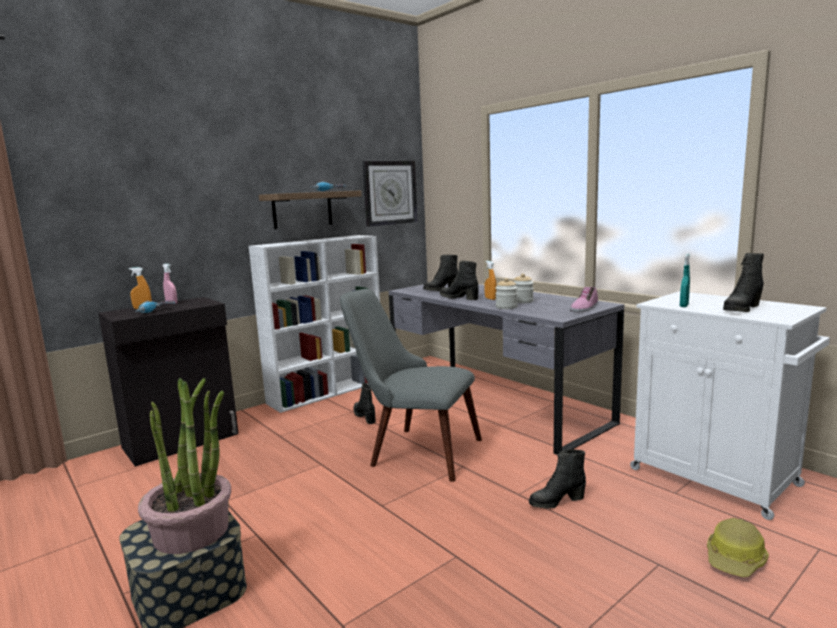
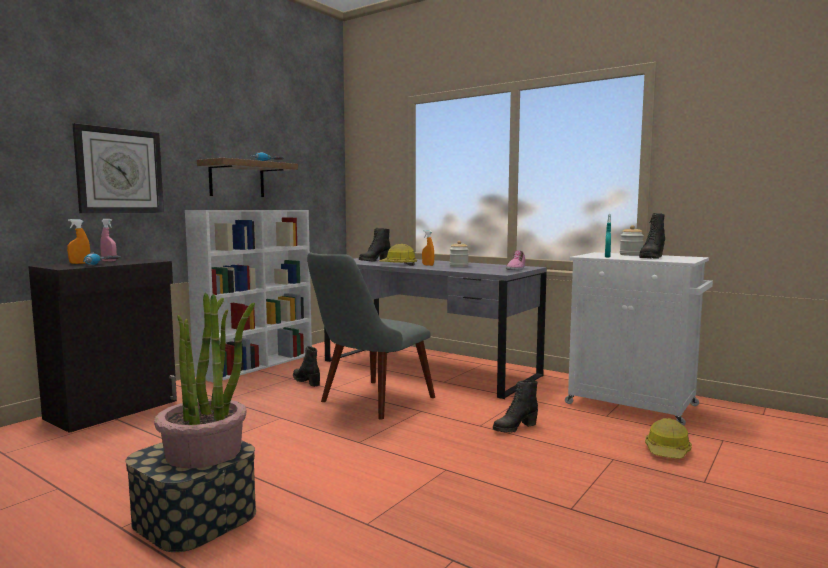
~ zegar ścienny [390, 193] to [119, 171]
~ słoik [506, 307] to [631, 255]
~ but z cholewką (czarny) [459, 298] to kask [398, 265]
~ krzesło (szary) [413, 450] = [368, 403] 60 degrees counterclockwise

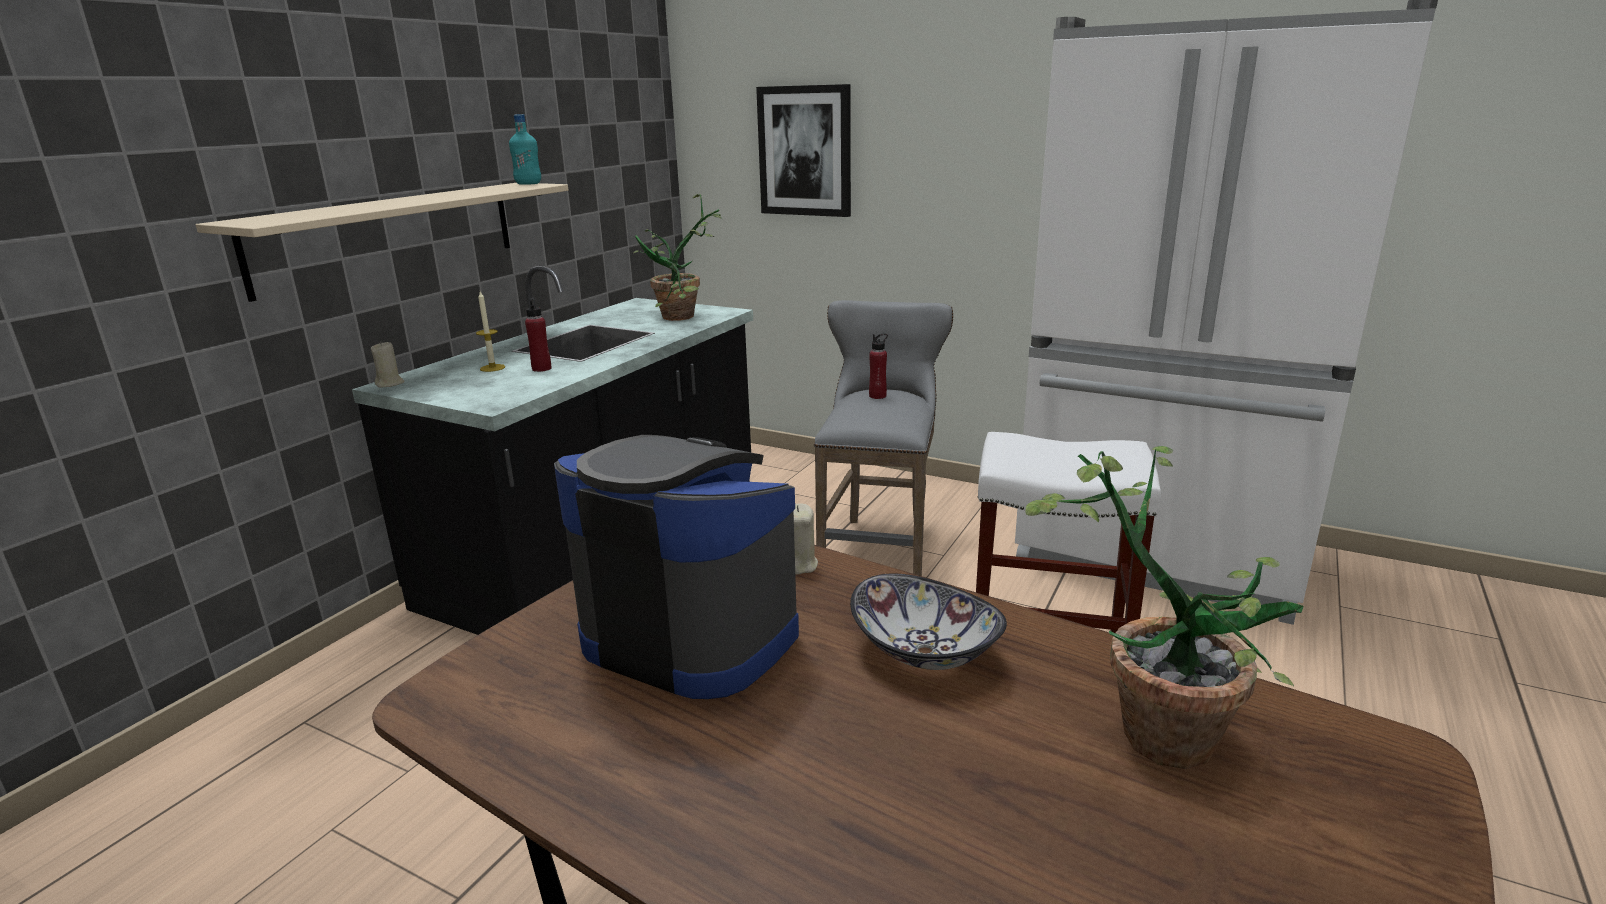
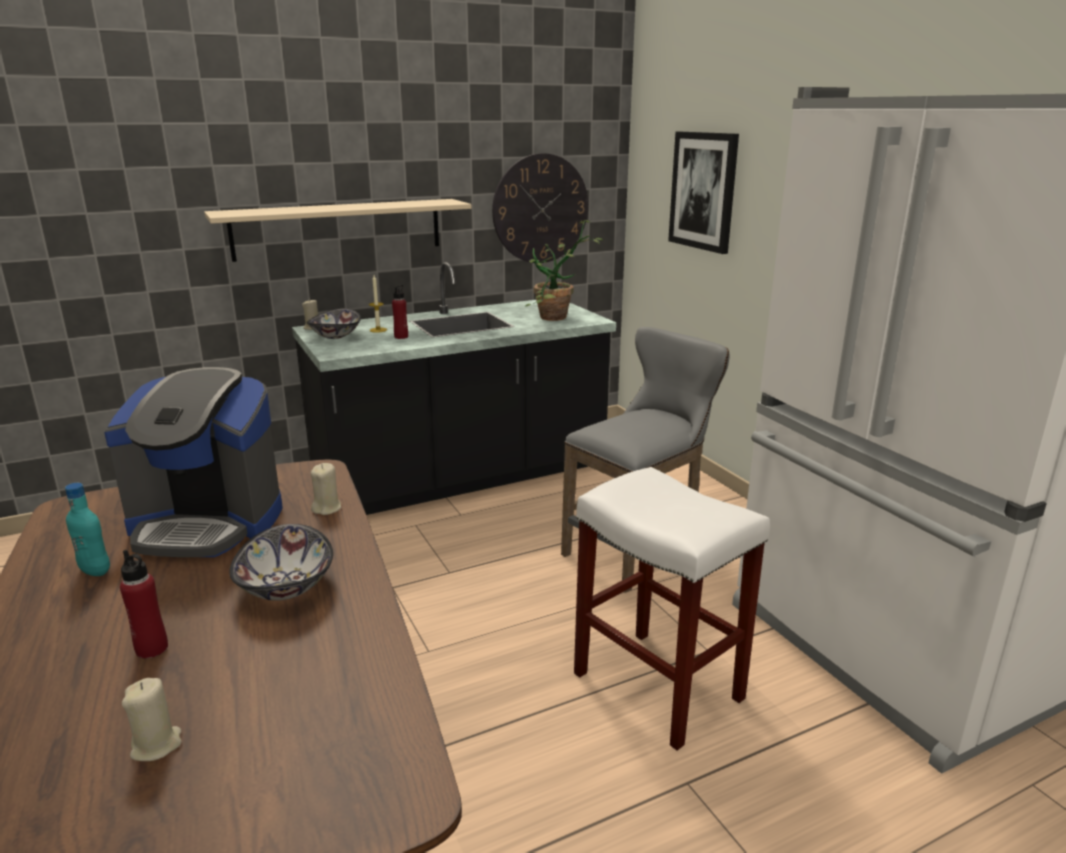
- roślina doniczkowa [1152, 723]
+ świeca (beżowy) [157, 745]
+ miska [336, 336]
+ zegar ścienny [540, 209]
~ butelka (turkusowy) [528, 184] to [95, 571]
~ butelka (czerwony) [877, 396] to [152, 648]
~ ekspres do kawy [692, 634] = [208, 524] 120 degrees clockwise

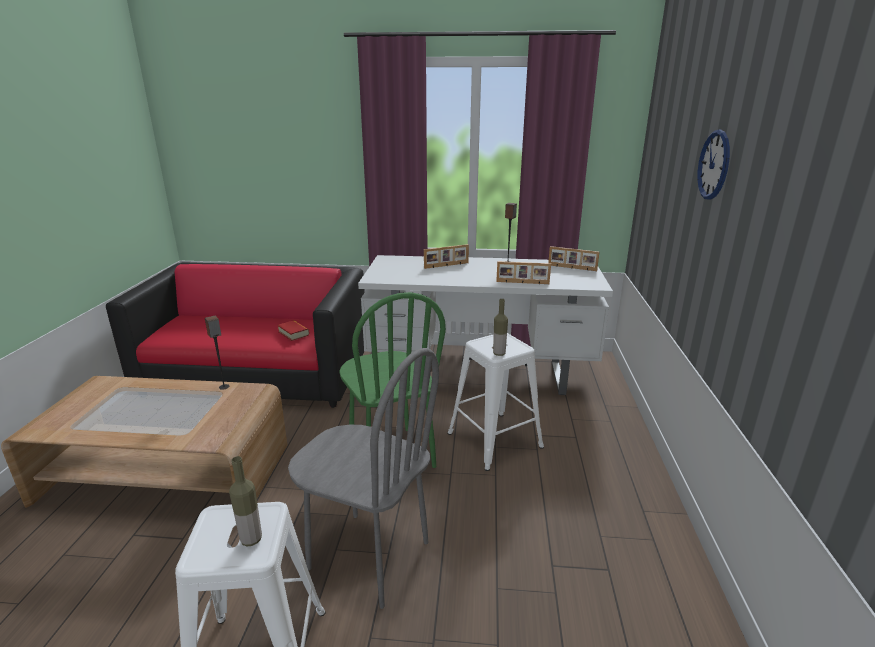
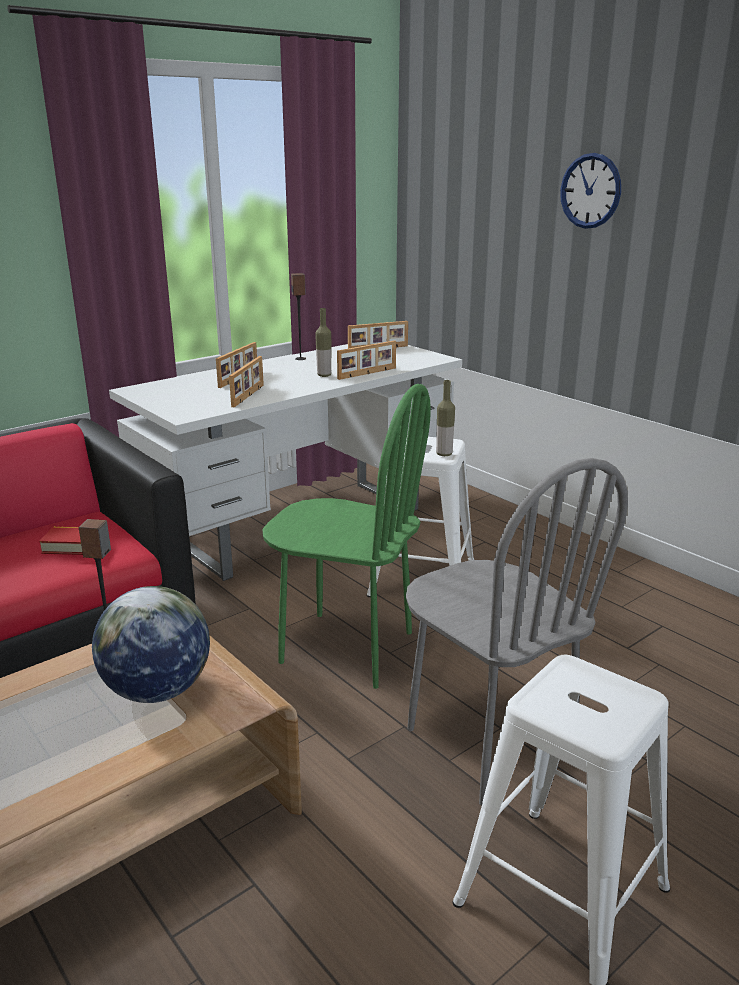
+ globus [157, 690]
+ ramka na zdjęcie [249, 396]
~ butelka [251, 539] to [324, 375]
~ krzesło (szary) [368, 556] = [488, 743] 75 degrees clockwise

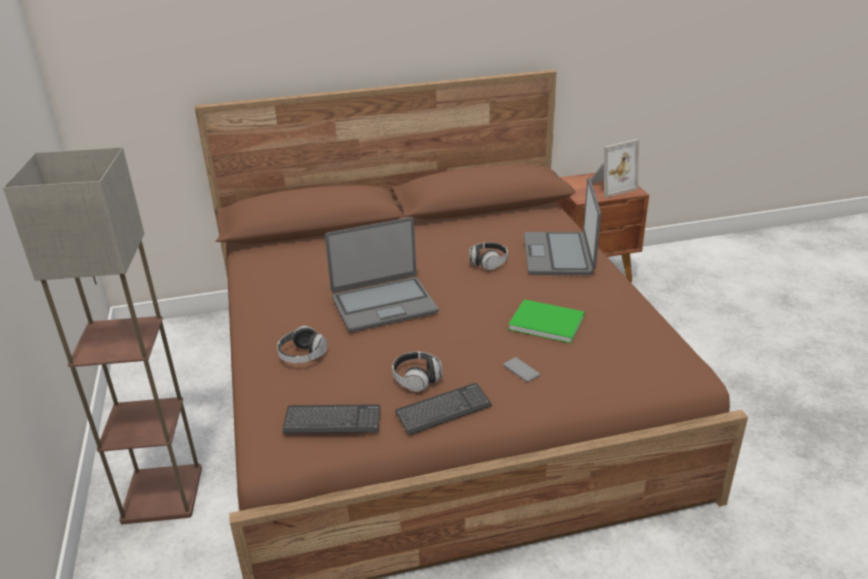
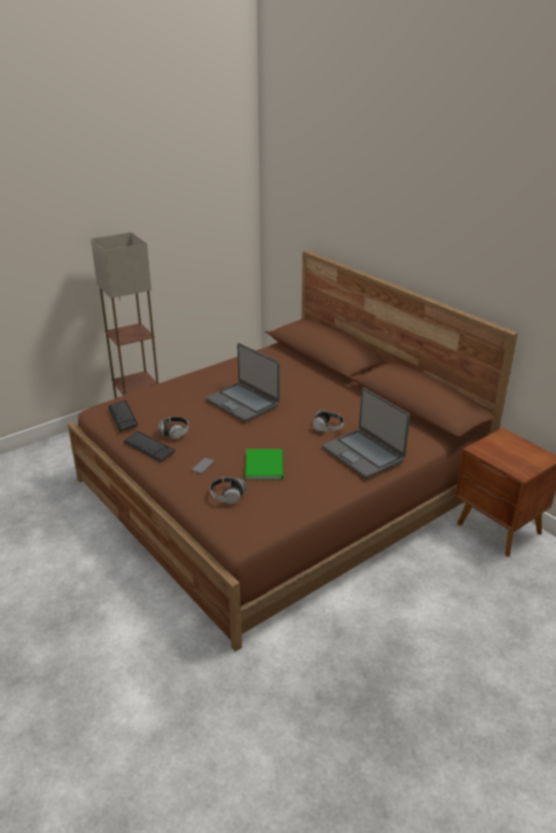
- ramka na zdjęcie [610, 186]
~ słuchawki [302, 356] to [227, 496]
~ laptop [559, 255] = [363, 454] 105 degrees counterclockwise

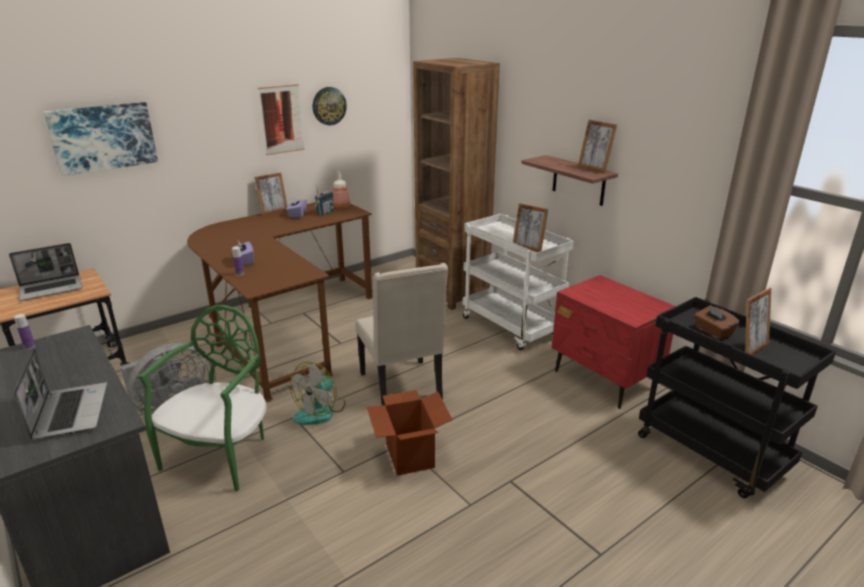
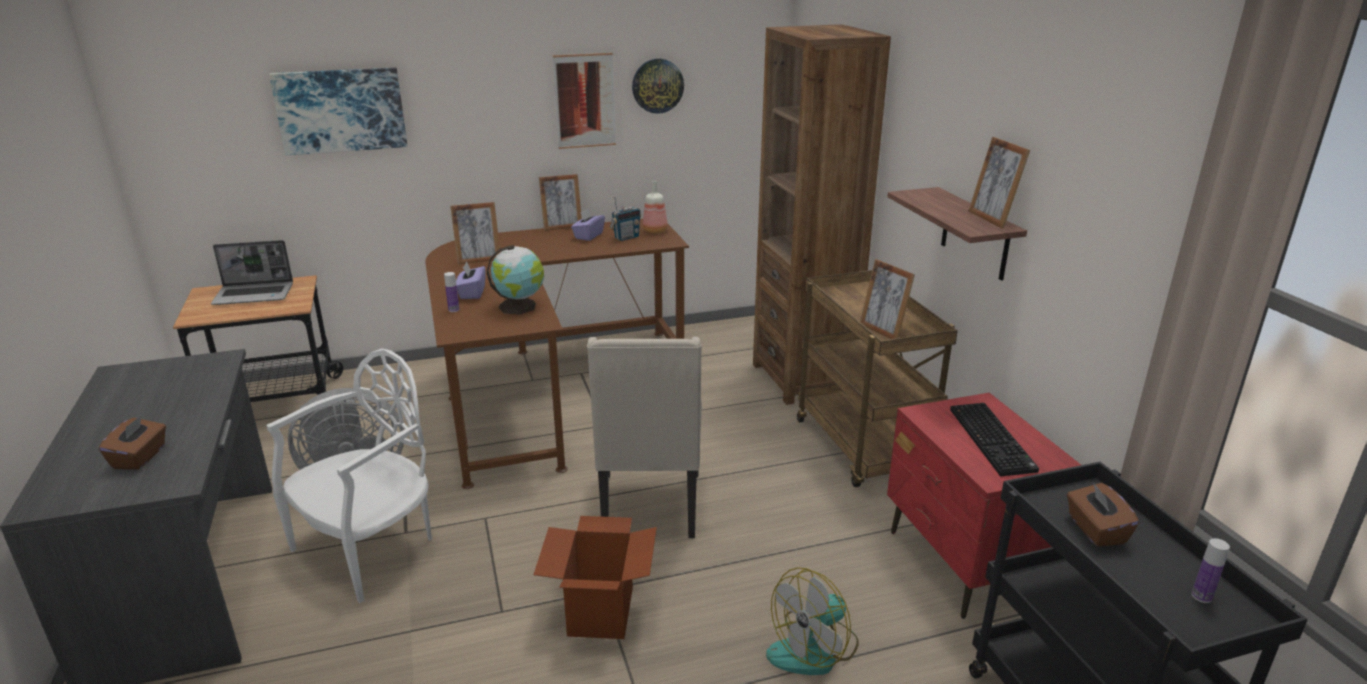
+ globus [520, 306]
+ klawiatura [994, 440]
~ butelka [29, 347] to [1201, 596]
~ wentylator [320, 411] to [814, 650]
~ ramka na zdjęcie [751, 348] to [479, 260]
~ laptop [70, 412] to pudełko chusteczek (brązowy) [140, 457]
~ krzesło (zielony) [221, 454] to krzesło (biały) [371, 548]
~ wózek (biały) [512, 327] to wózek (brązowy) [863, 448]

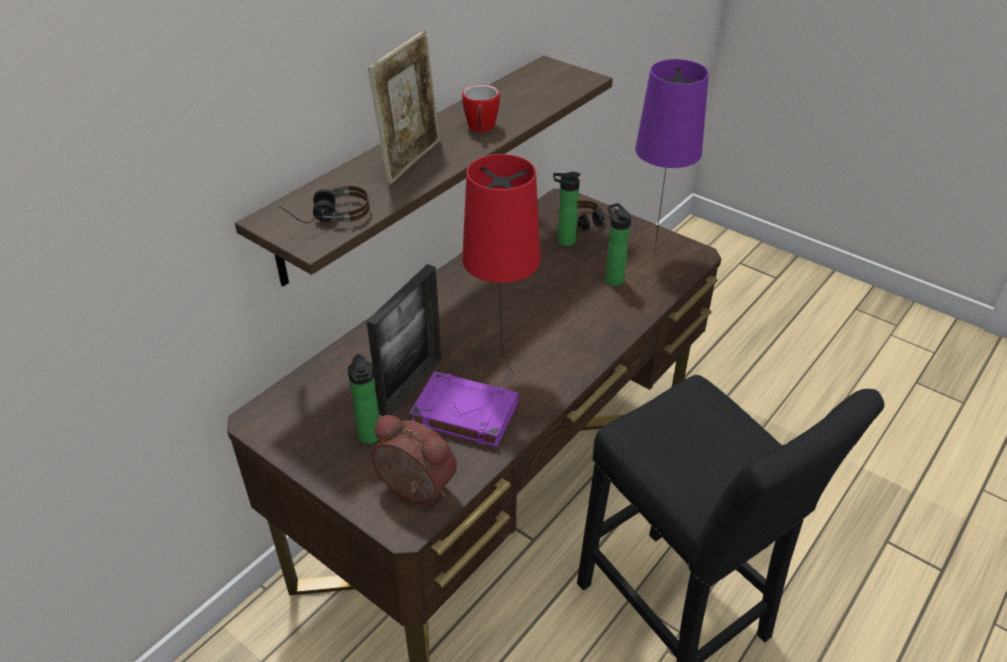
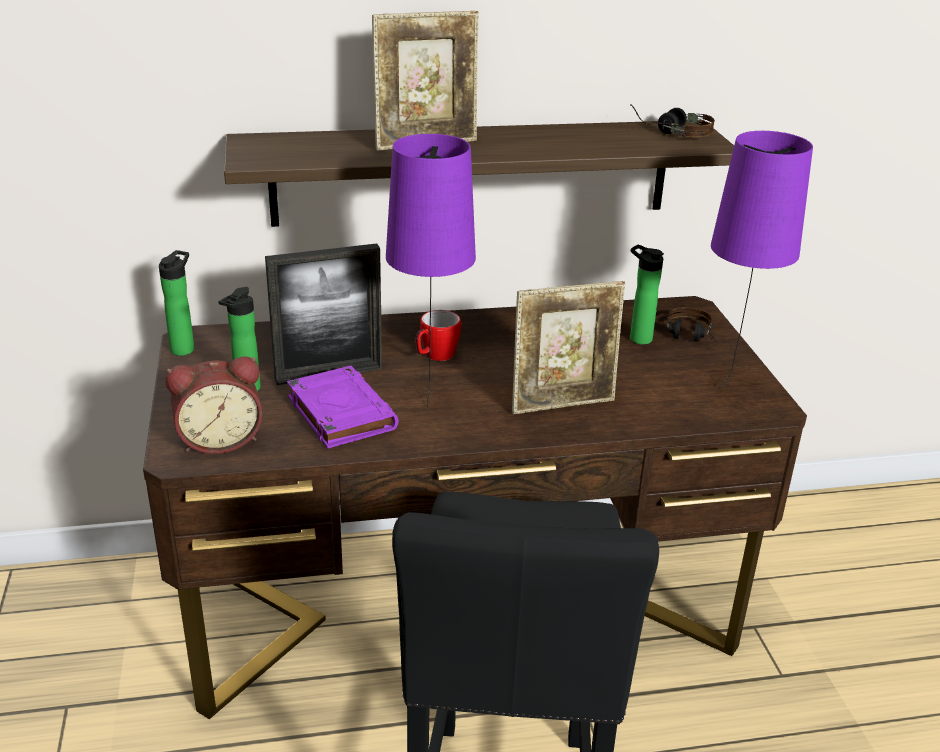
+ ramka na zdjęcie [563, 404]
~ słuchawki [327, 216] to [671, 132]
~ kubek [481, 129] to [435, 356]
~ butelka [612, 278] to [184, 348]
~ lampa stołowa (czerwony) [500, 362] to lampa stołowa (fioletowy) [428, 395]
~ budzik [413, 491] = [219, 439] 90 degrees clockwise

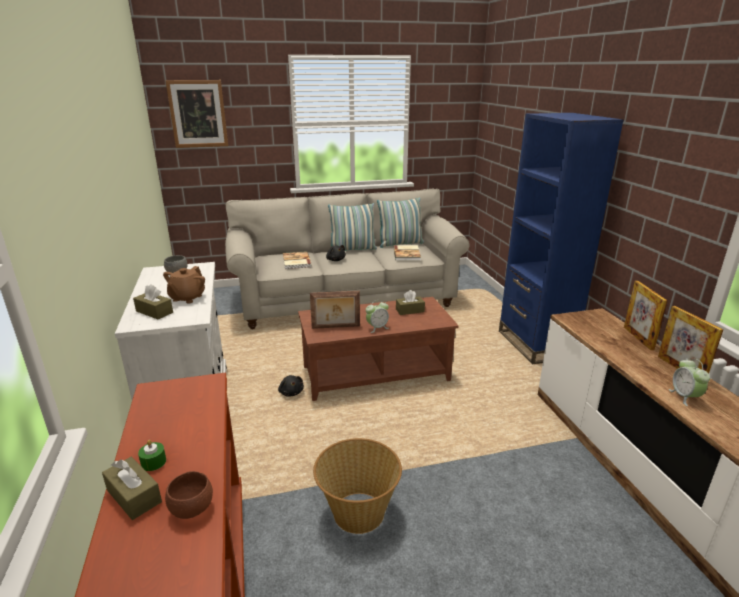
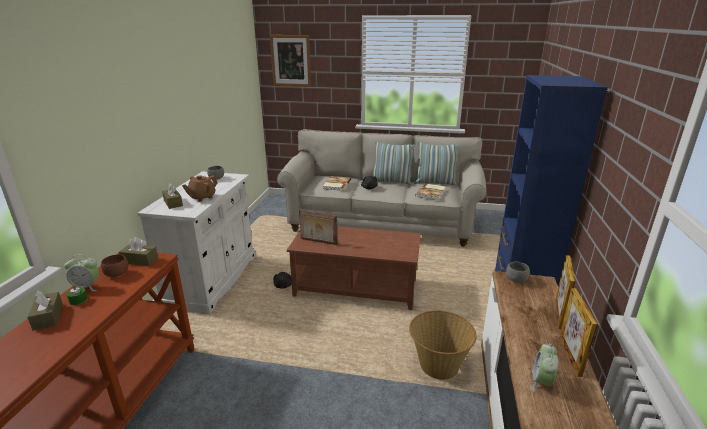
+ miska (szary) [516, 280]
~ miska (brązowy) [192, 508] to [117, 274]
~ koszyk [358, 513] to [438, 366]
~ budzik [377, 328] to [87, 287]
~ pudełko chusteczek (brązowy) [410, 310] to [140, 260]

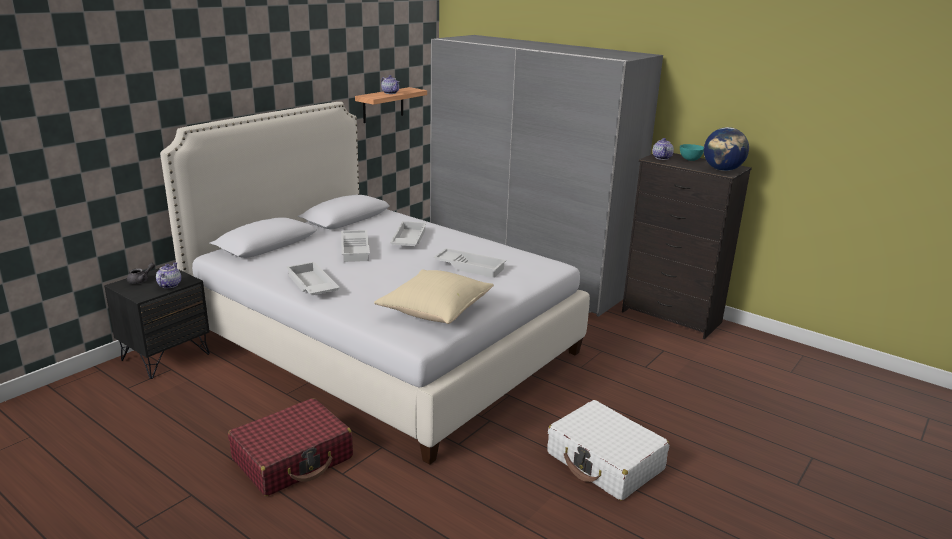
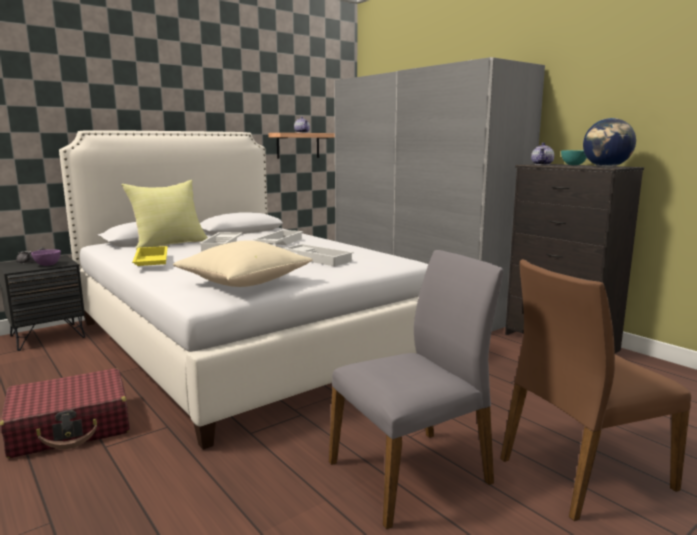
+ poduszka (żółty) [169, 244]
+ krzesło (brązowy) [582, 472]
~ imbryk [169, 285] to miska (fioletowy) [47, 265]
~ walizka (biały) [605, 462] to krzesło (szary) [412, 473]
~ taca (biały) [311, 285] to taca (żółty) [150, 263]

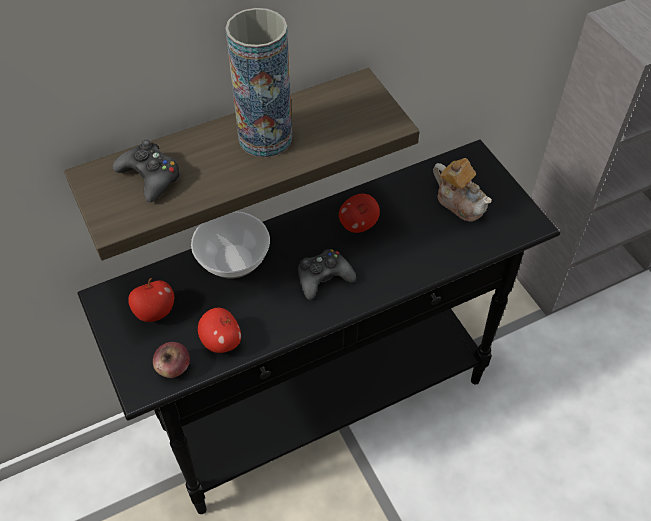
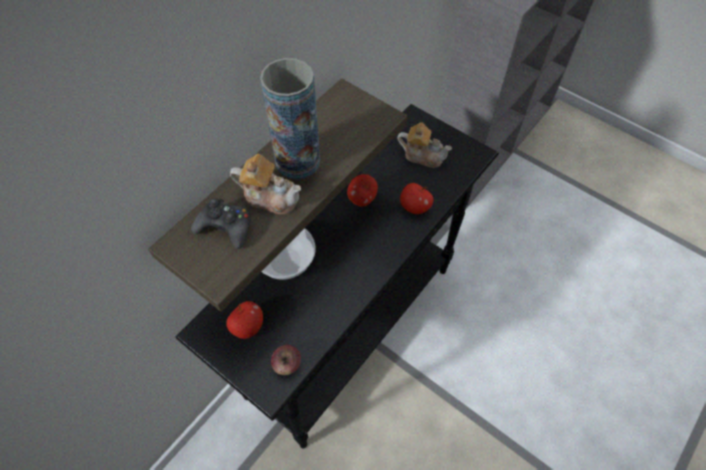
- pad do gier (czarny) [323, 278]
+ imbryk [270, 197]
~ jabłko [221, 341] to [414, 207]

